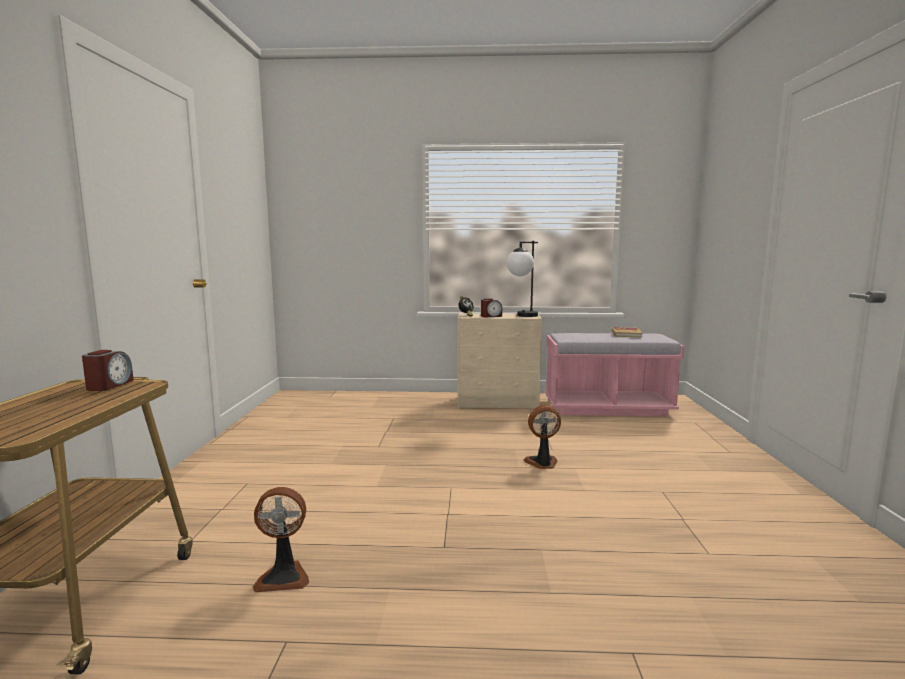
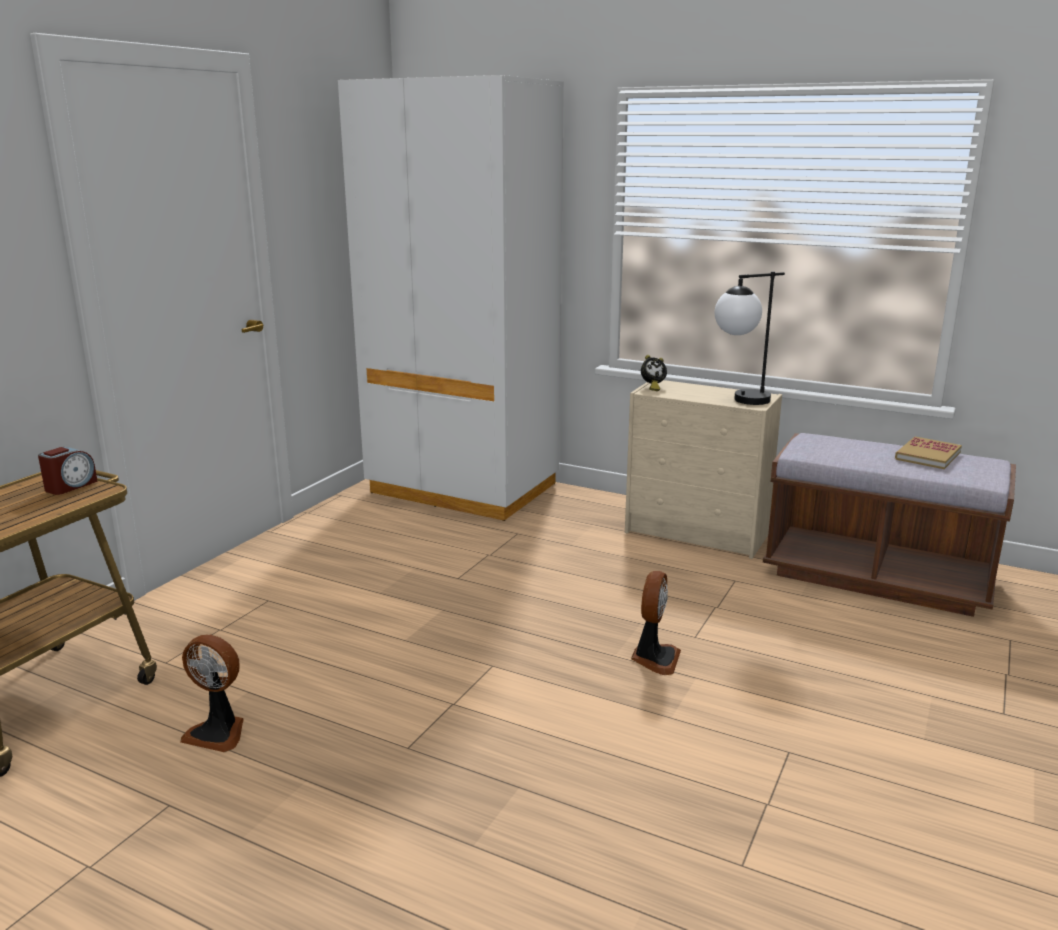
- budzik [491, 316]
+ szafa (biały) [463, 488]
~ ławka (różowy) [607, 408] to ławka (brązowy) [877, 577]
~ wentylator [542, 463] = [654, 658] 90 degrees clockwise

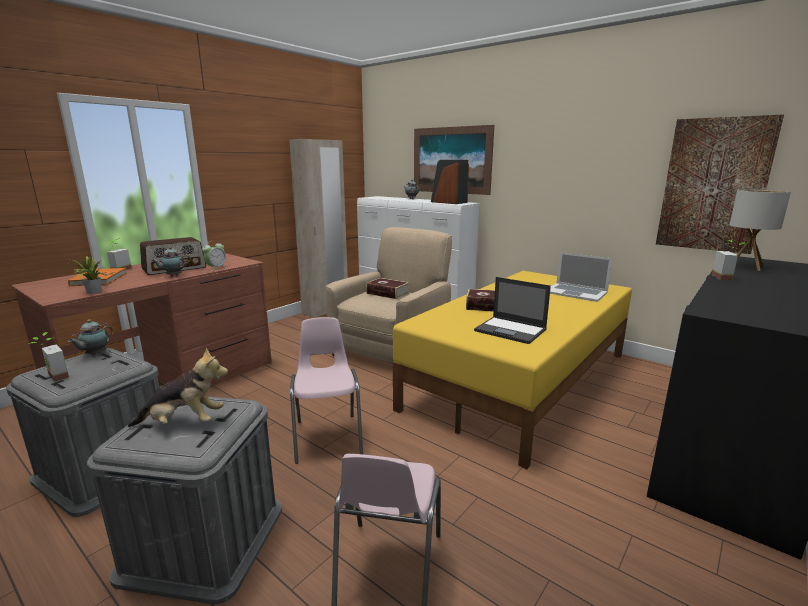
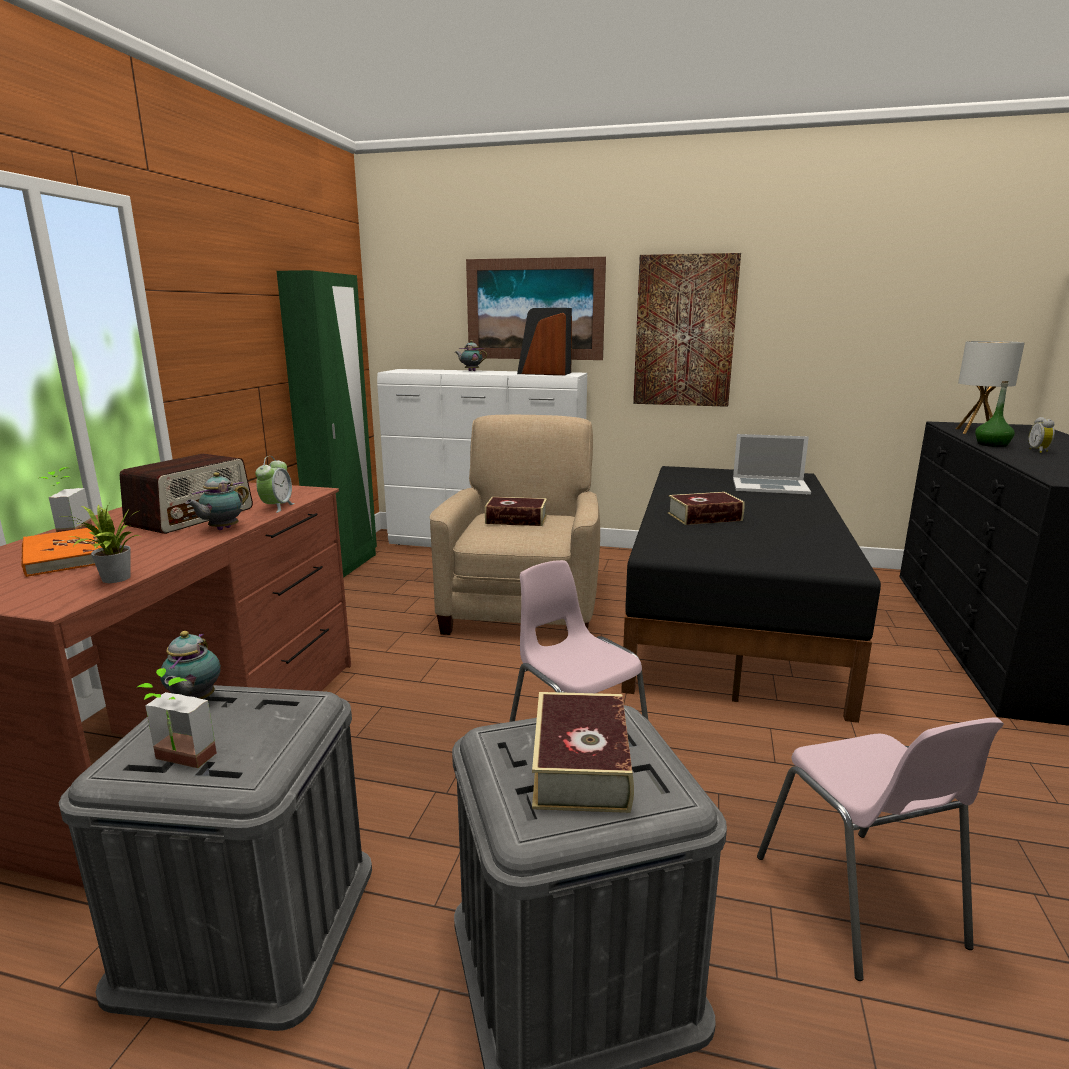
- laptop [511, 330]
+ budzik [1039, 451]
~ obraz [713, 185] to [684, 331]
~ pluszak [184, 423] to książka [581, 765]
~ roślina doniczkowa [726, 277] to butelka (zielony) [992, 445]
~ szafa (beżowy) [326, 310] to szafa (zielony) [345, 566]
~ łóżko (żółty) [522, 380] to łóżko (czarny) [732, 615]

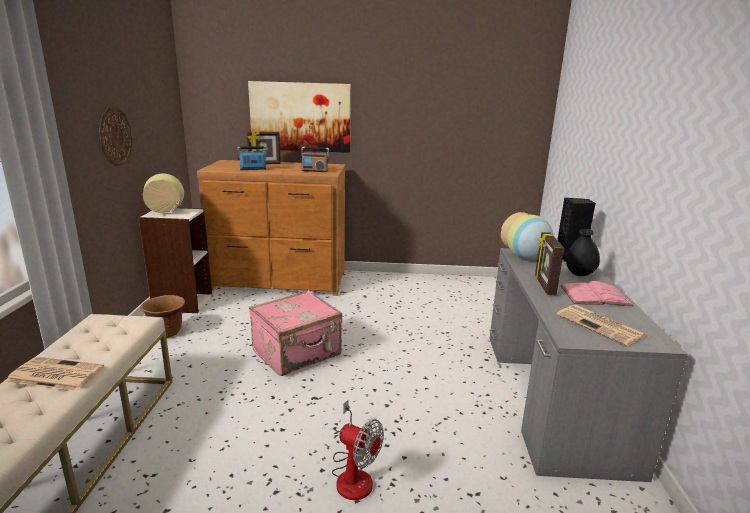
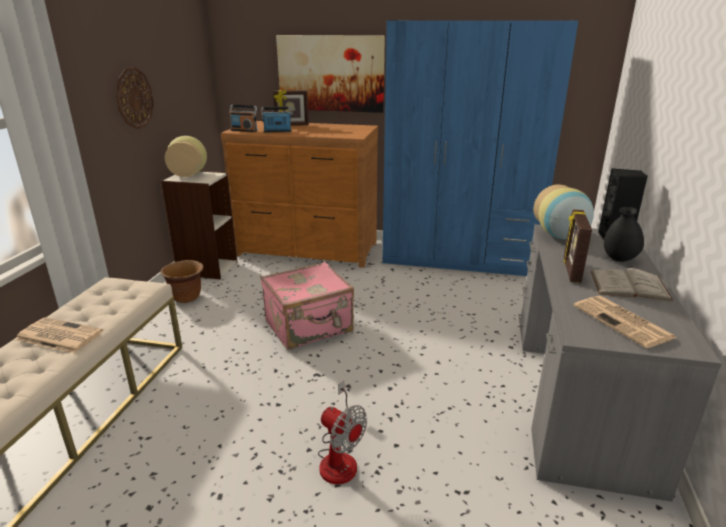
+ szafa (niebieski) [459, 259]
~ radio [314, 171] to [244, 130]
~ książka (różowy) [595, 295] to książka (biały) [629, 285]

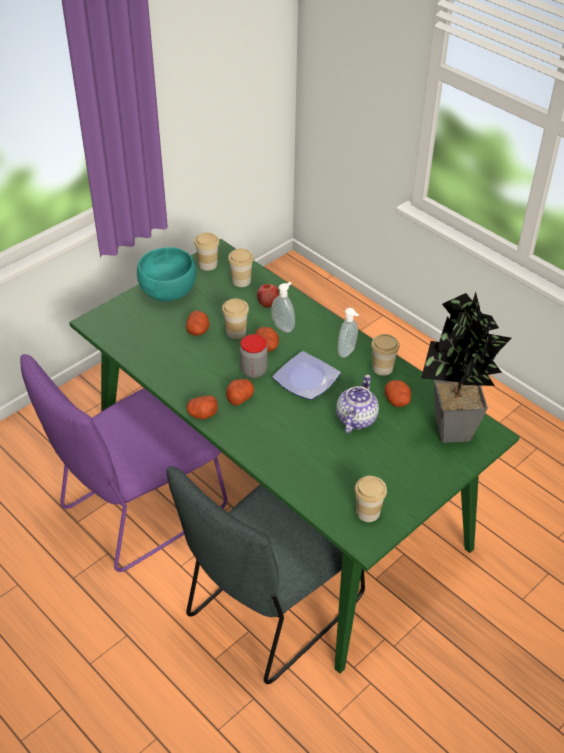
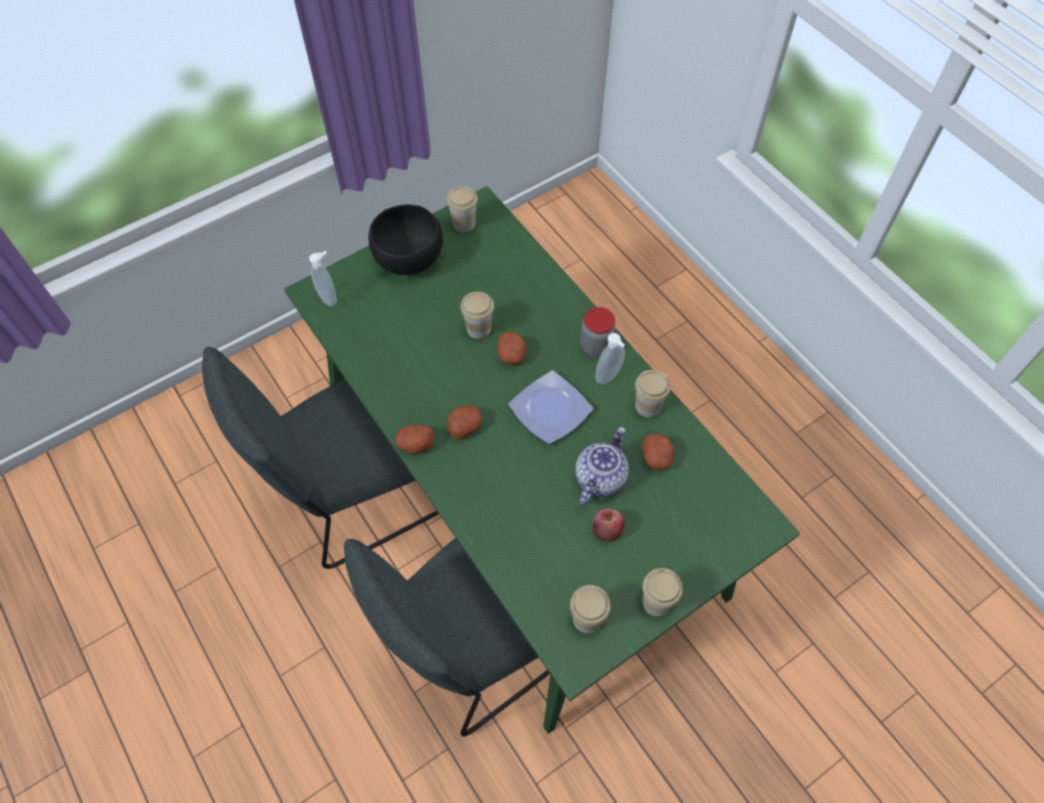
- ziemniak [198, 330]
- roślina doniczkowa [450, 435]
~ filiżanka [241, 281] to [656, 602]
~ słoik [253, 371] to [596, 346]
~ jabłko [268, 302] to [607, 530]
~ dozownik mydła [284, 327] to [329, 297]
~ krzesło (fioletowy) [137, 512] to krzesło (szary) [361, 494]
~ miska (turkusowy) [169, 291] to miska (czarny) [409, 257]

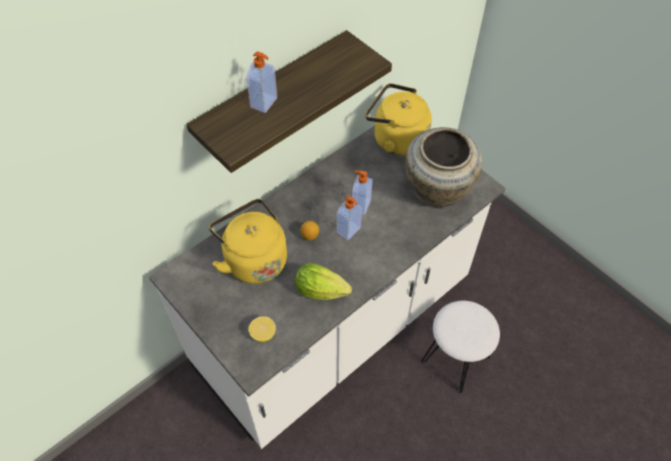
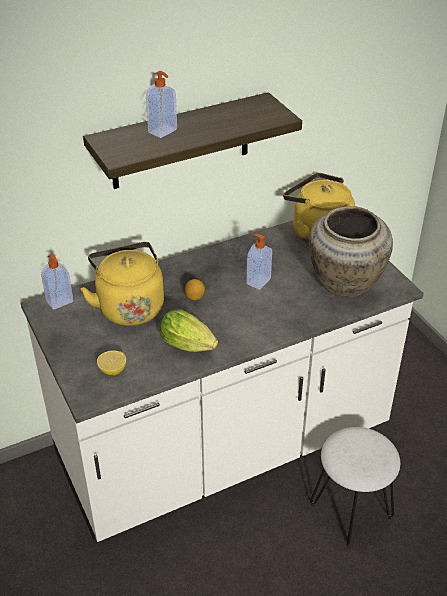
~ dozownik mydła [349, 230] to [60, 302]

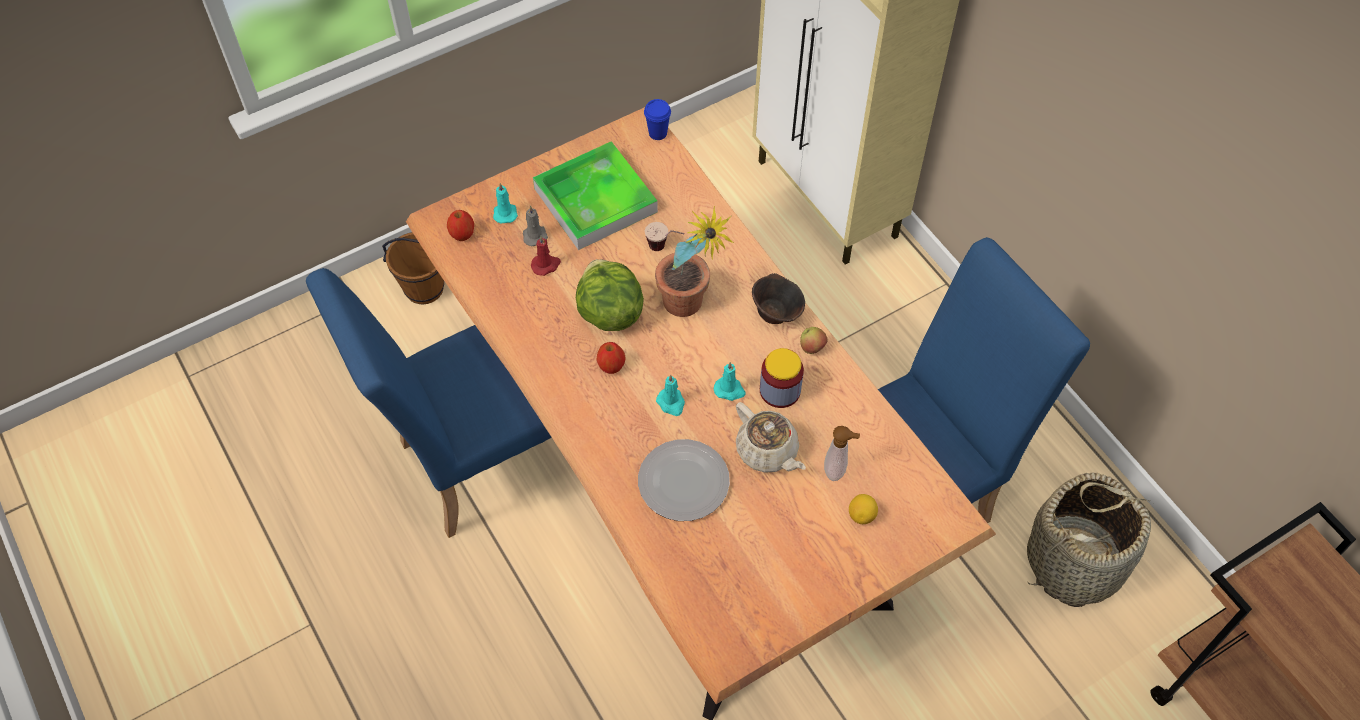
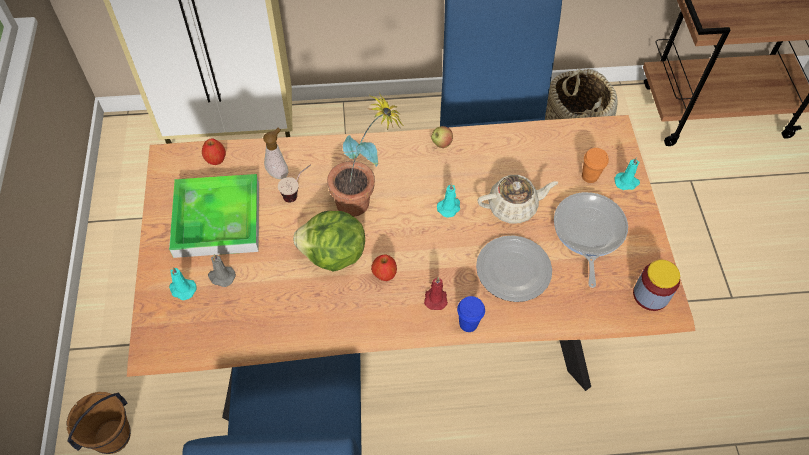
- miska (brązowy) [776, 312]
+ patelnia [588, 232]
~ jabłko [462, 234] to [216, 159]
~ świeca (czerwony) [546, 265] to [435, 298]
~ filiżanka (niebieski) [657, 133] to [468, 324]
~ świeca (turkusowy) [671, 403] to [627, 182]
~ słoik [780, 390] to [650, 295]
~ dozownik mydła [837, 470] to [279, 172]
~ cytryna [861, 515] to filiżanka (pomarańczowy) [589, 176]

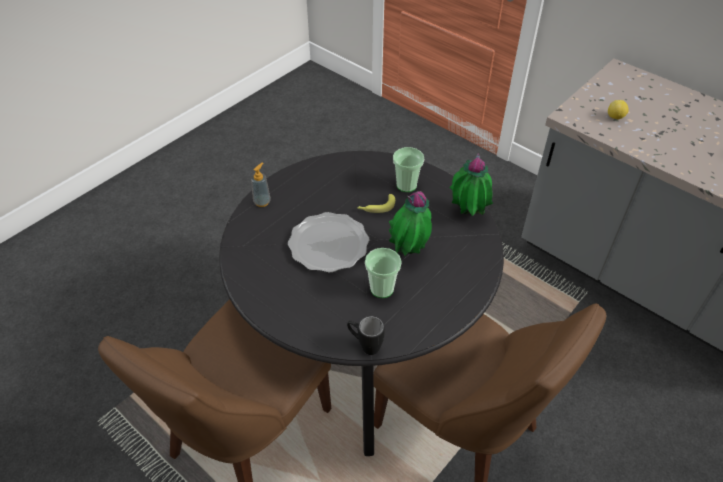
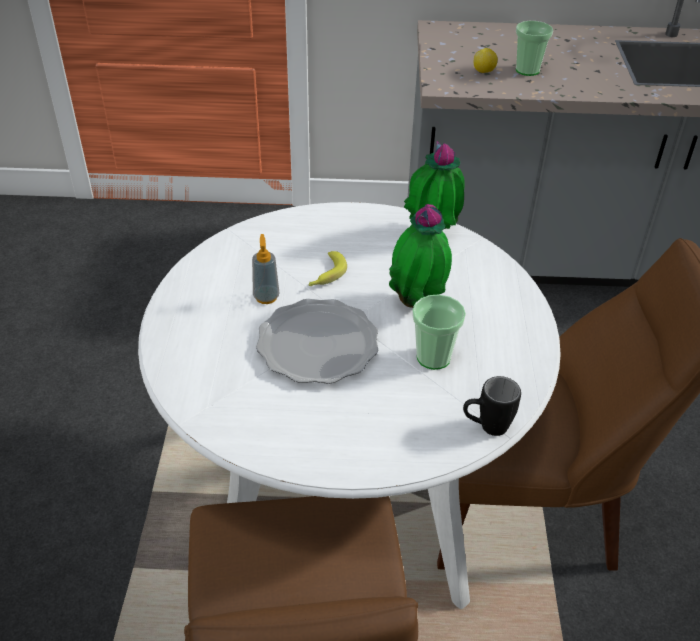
~ dozownik mydła [262, 202] to [266, 297]
~ filiżanka [406, 185] to [527, 70]
~ stół jadalny (czarny) [361, 352] to stół jadalny (biały) [346, 497]

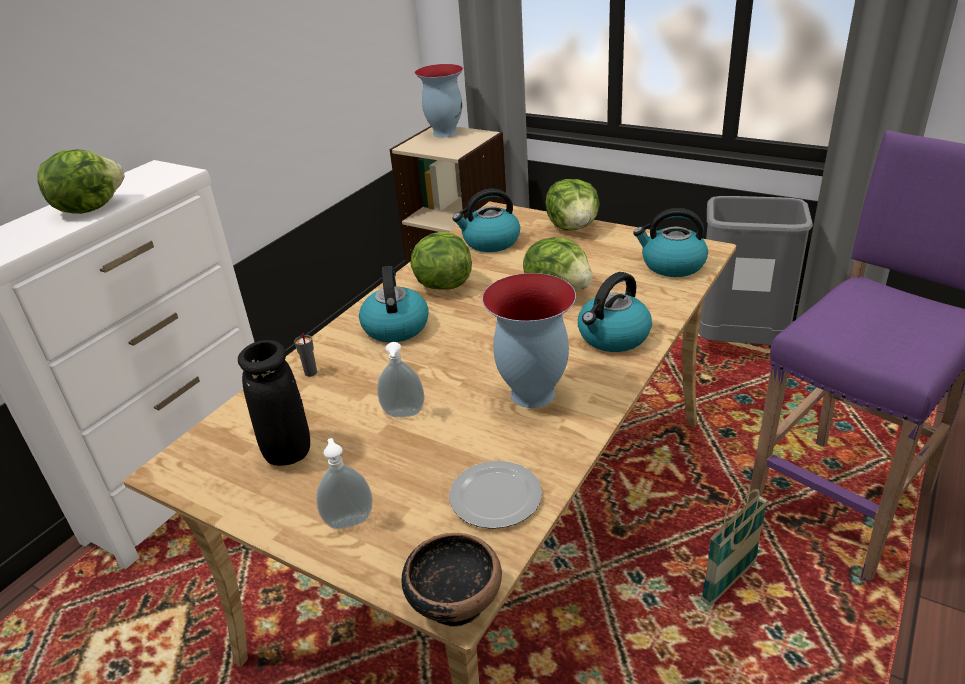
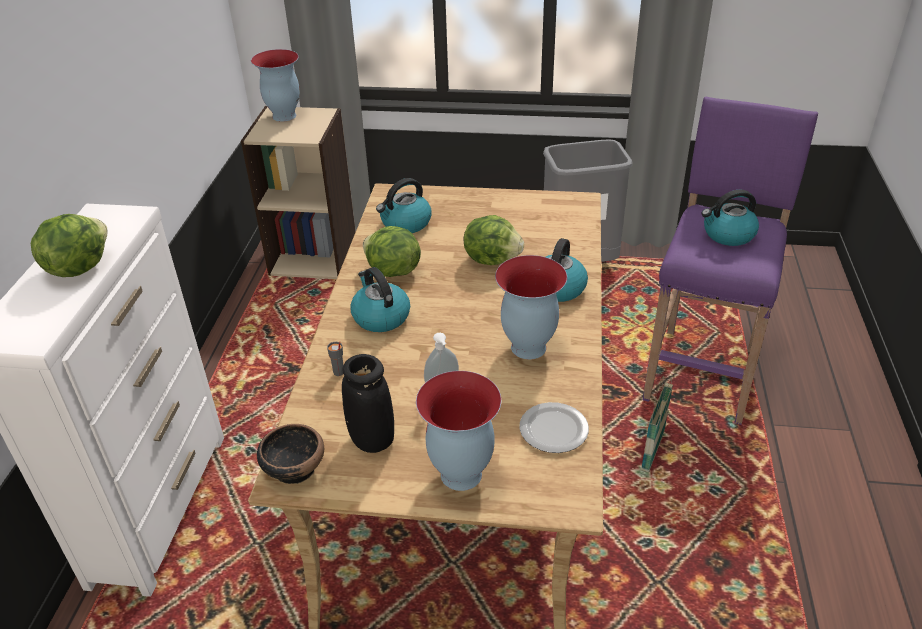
- sałata [573, 227]
~ miska [455, 600] to [294, 468]
~ czajnik [672, 265] to [728, 235]
~ dozownik mydła [349, 520] to wazon [461, 475]

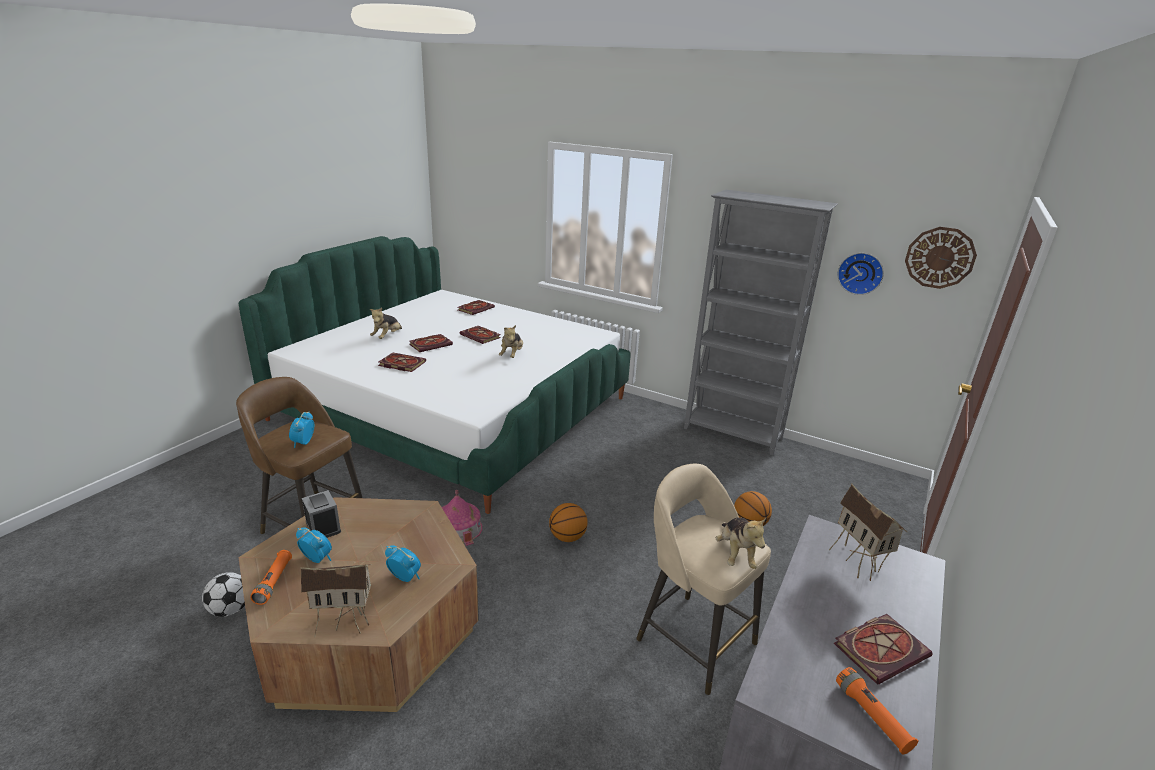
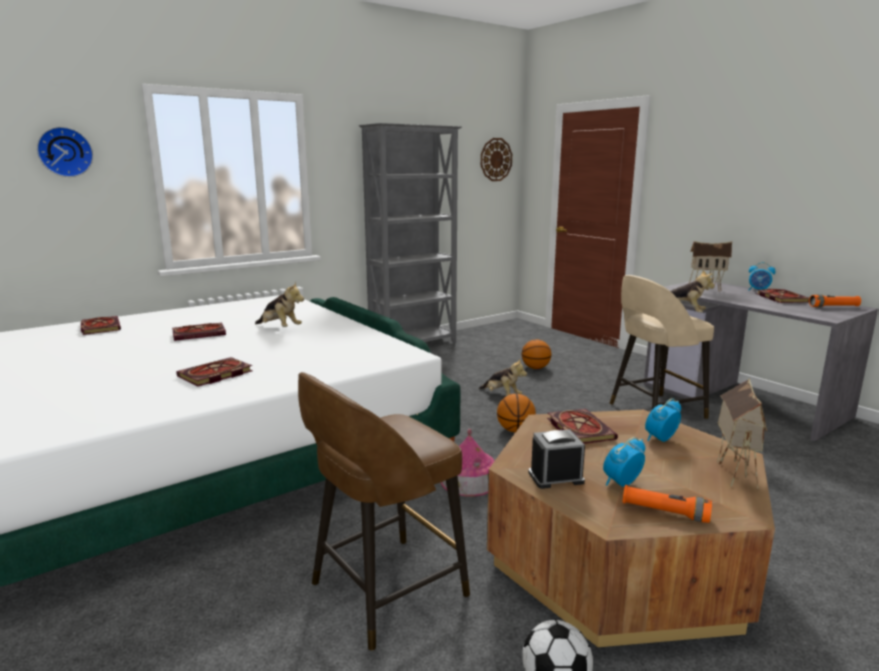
~ budzik [303, 443] to [759, 290]
~ pluszak [387, 337] to [502, 395]
~ książka [431, 344] to [578, 428]
~ zegar ścienny [860, 273] to [65, 152]

